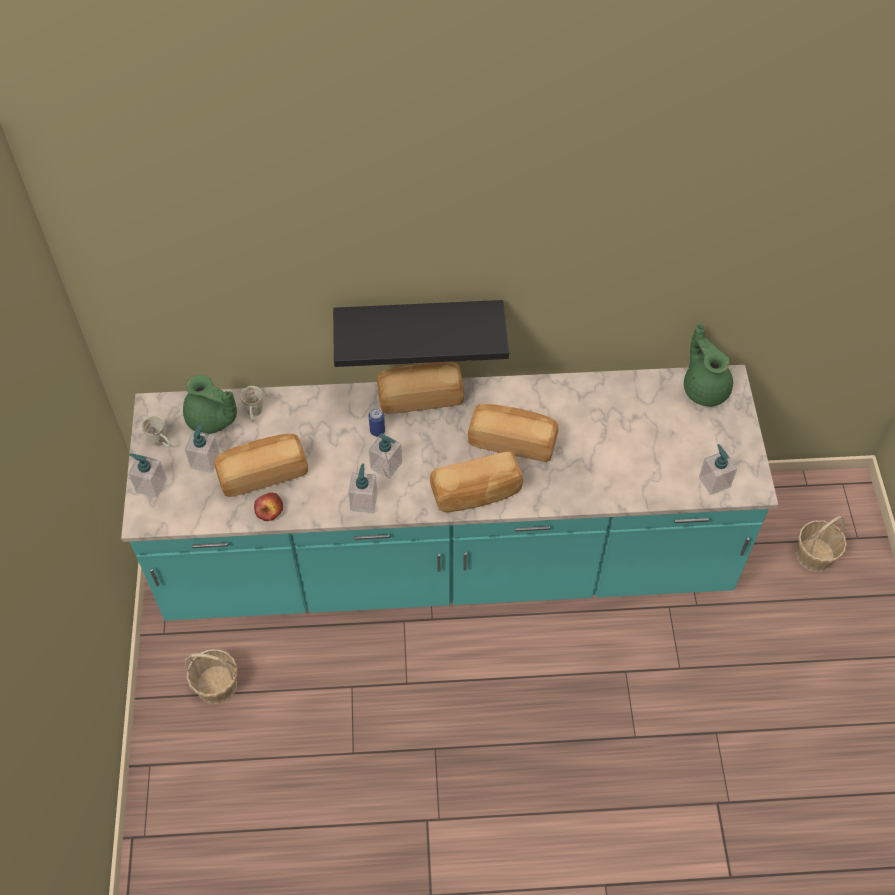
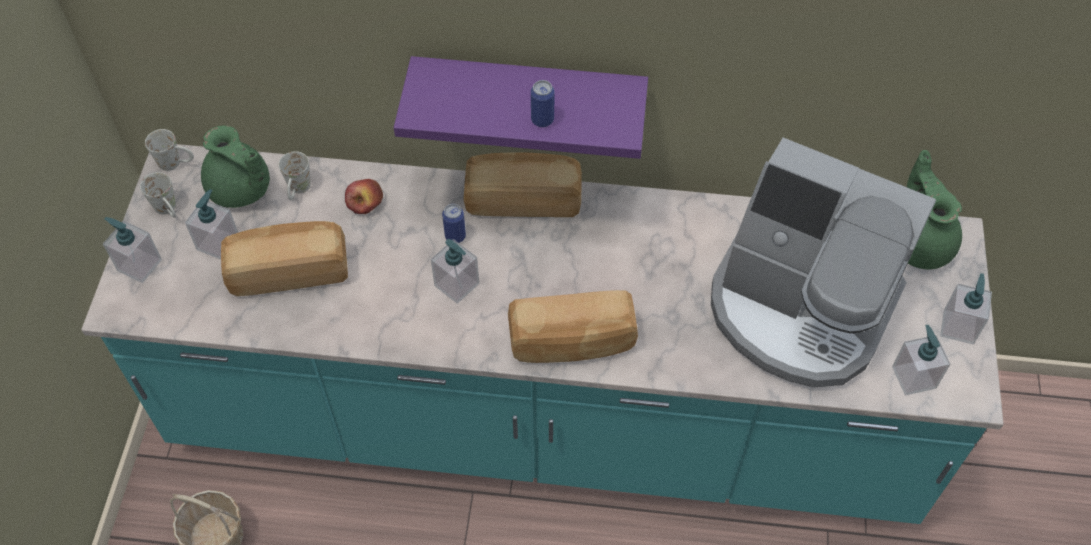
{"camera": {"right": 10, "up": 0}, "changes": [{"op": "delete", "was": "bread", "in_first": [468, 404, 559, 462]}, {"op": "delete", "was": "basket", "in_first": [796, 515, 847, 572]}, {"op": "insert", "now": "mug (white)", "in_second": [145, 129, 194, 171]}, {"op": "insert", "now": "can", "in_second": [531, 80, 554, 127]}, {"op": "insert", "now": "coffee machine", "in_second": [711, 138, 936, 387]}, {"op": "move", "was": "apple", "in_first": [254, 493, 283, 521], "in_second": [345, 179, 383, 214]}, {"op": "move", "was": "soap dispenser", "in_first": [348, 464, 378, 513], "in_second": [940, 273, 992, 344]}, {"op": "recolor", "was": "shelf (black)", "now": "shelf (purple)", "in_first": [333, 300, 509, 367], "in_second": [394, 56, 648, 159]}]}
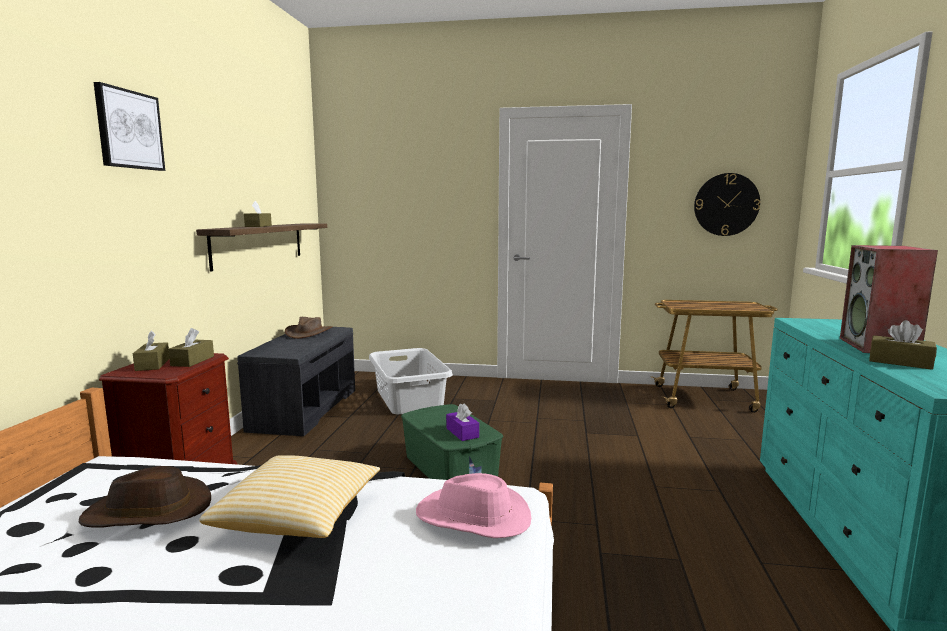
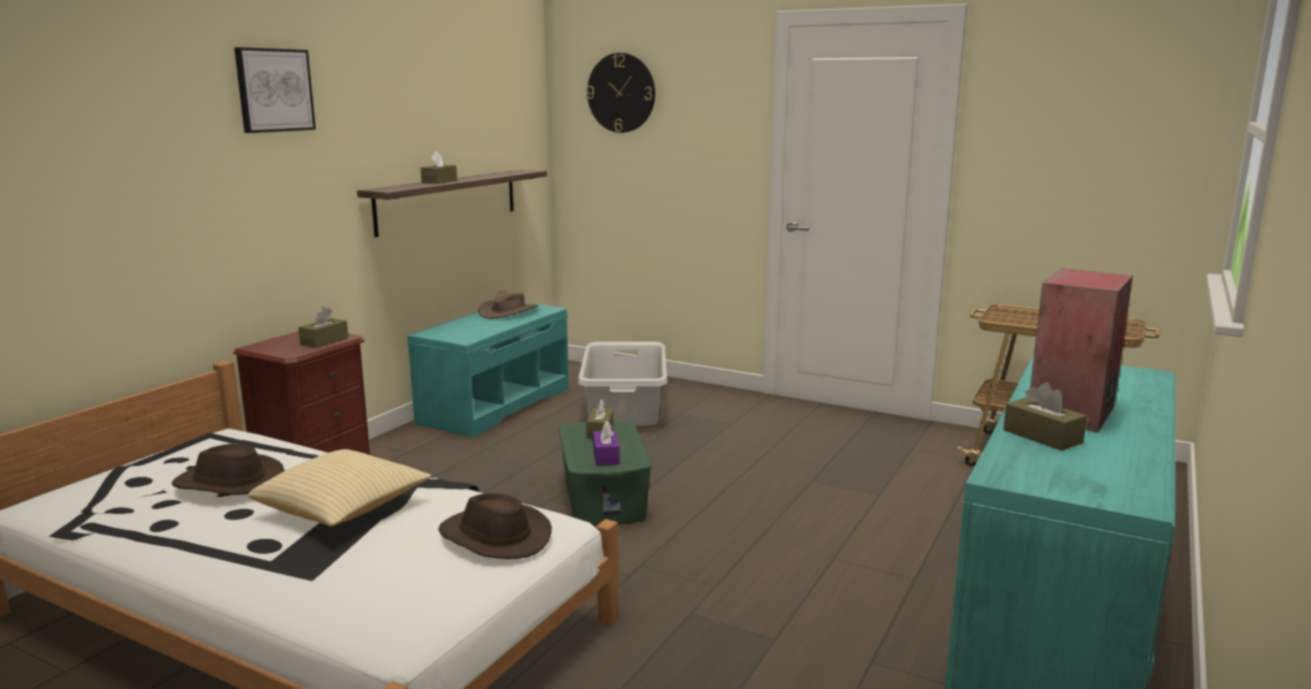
{"camera": {"right": 20, "up": 5}, "changes": [{"op": "move", "was": "tissue box (brown)", "in_first": [133, 331, 169, 371], "in_second": [586, 398, 614, 439]}, {"op": "move", "was": "wall clock", "in_first": [694, 173, 760, 236], "in_second": [586, 53, 655, 133]}, {"op": "recolor", "was": "bench (grey)", "now": "bench (turquoise)", "in_first": [237, 327, 355, 436], "in_second": [408, 302, 569, 437]}, {"op": "recolor", "was": "hat (pink)", "now": "hat (brown)", "in_first": [416, 473, 531, 538], "in_second": [439, 493, 552, 559]}]}
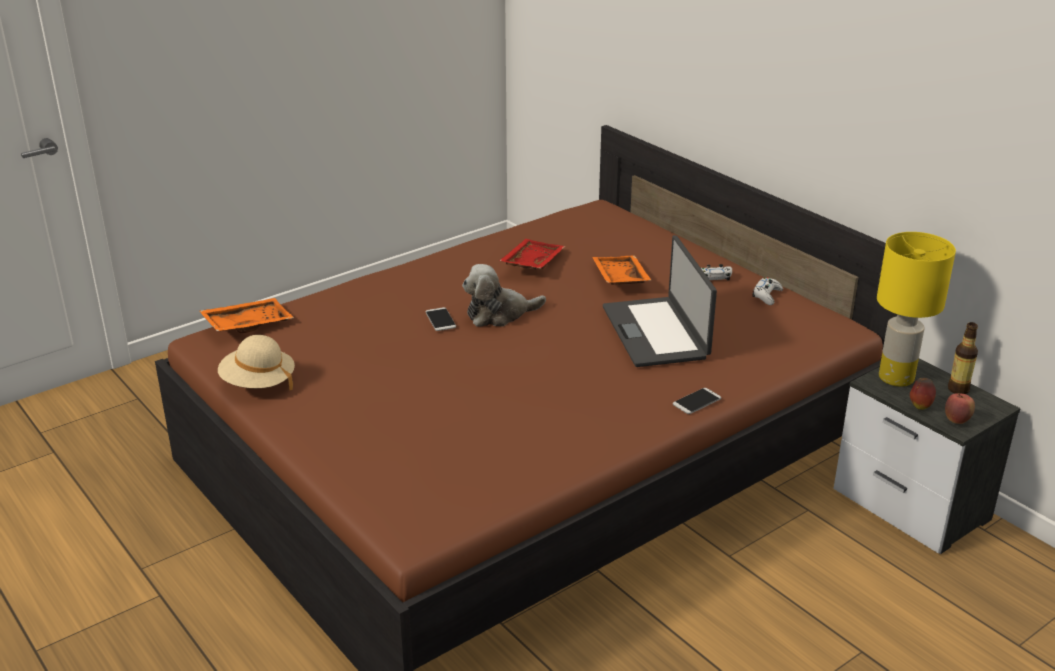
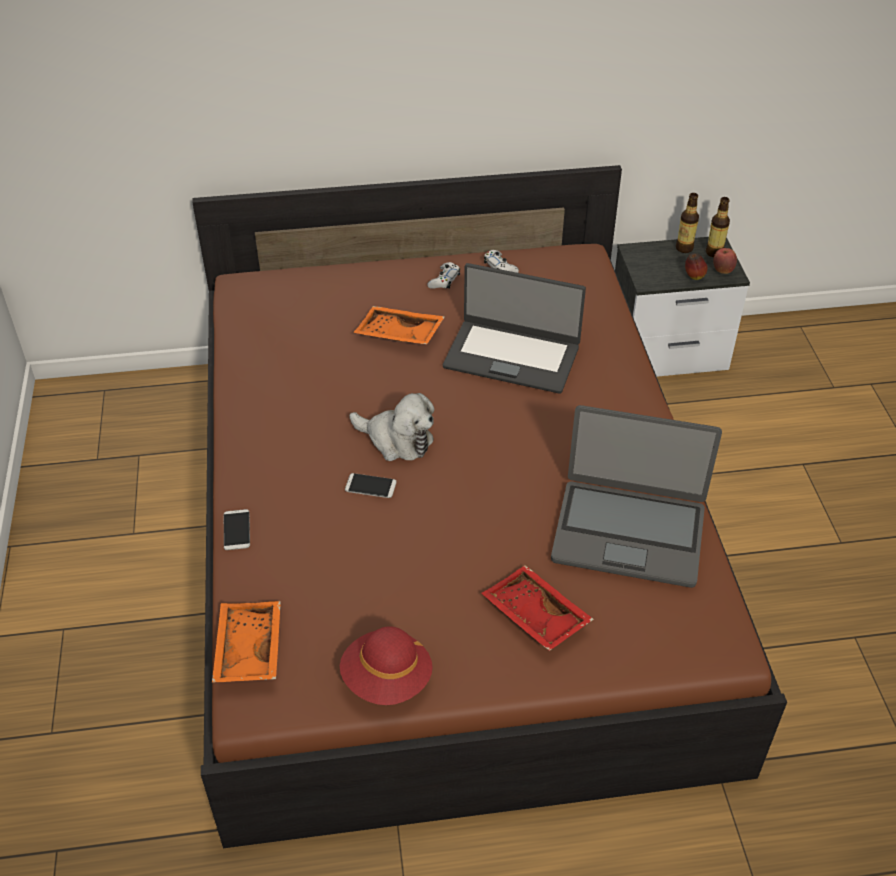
{"camera": {"right": -60, "up": 15}, "changes": [{"op": "delete", "was": "table lamp (yellow)", "in_first": [877, 232, 956, 386]}, {"op": "insert", "now": "laptop", "in_second": [551, 405, 722, 588]}, {"op": "insert", "now": "bottle", "in_second": [706, 197, 730, 257]}, {"op": "move", "was": "tray (red)", "in_first": [499, 239, 565, 270], "in_second": [481, 565, 594, 651]}, {"op": "move", "was": "phone", "in_first": [673, 388, 721, 414], "in_second": [224, 509, 250, 550]}, {"op": "recolor", "was": "hat (beige)", "now": "hat (red)", "in_first": [218, 335, 295, 390], "in_second": [340, 626, 433, 705]}, {"op": "rotate", "was": "plush toy", "in_first": [462, 264, 546, 327], "in_second": [349, 393, 434, 461], "clockwise": -75}]}
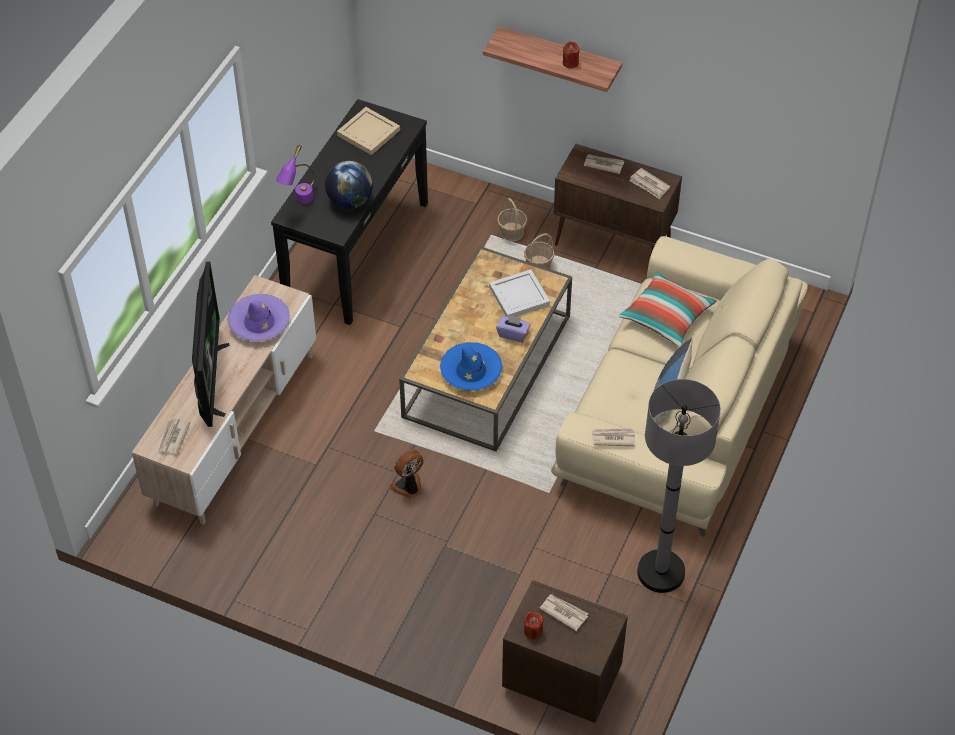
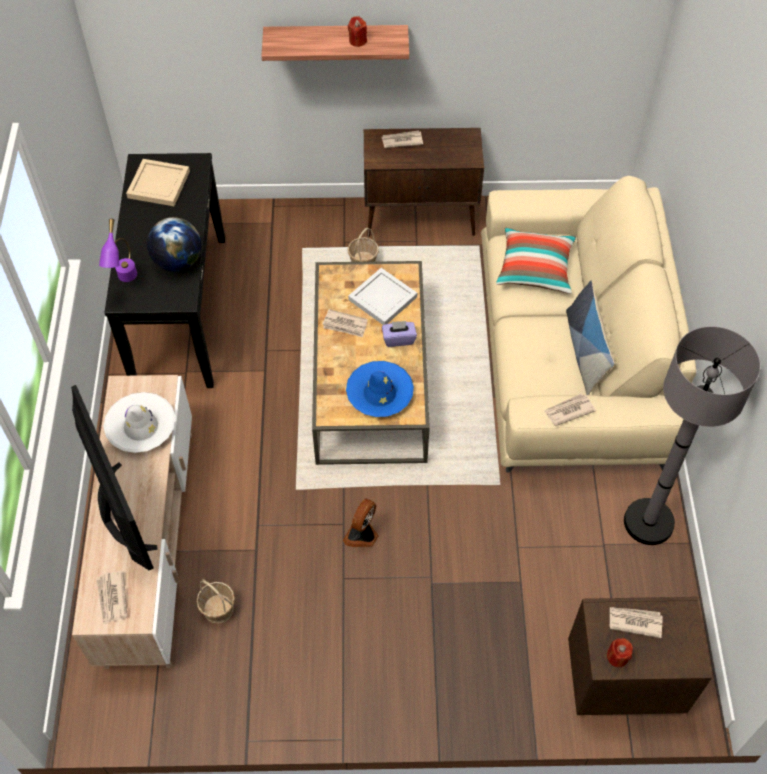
{"camera": {"right": -25, "up": 5}, "changes": [{"op": "move", "was": "basket", "in_first": [497, 198, 527, 242], "in_second": [196, 579, 235, 624]}, {"op": "move", "was": "newspaper", "in_first": [629, 168, 670, 199], "in_second": [322, 309, 368, 337]}, {"op": "recolor", "was": "hat (purple)", "now": "hat (white)", "in_first": [227, 294, 290, 341], "in_second": [104, 392, 175, 453]}]}
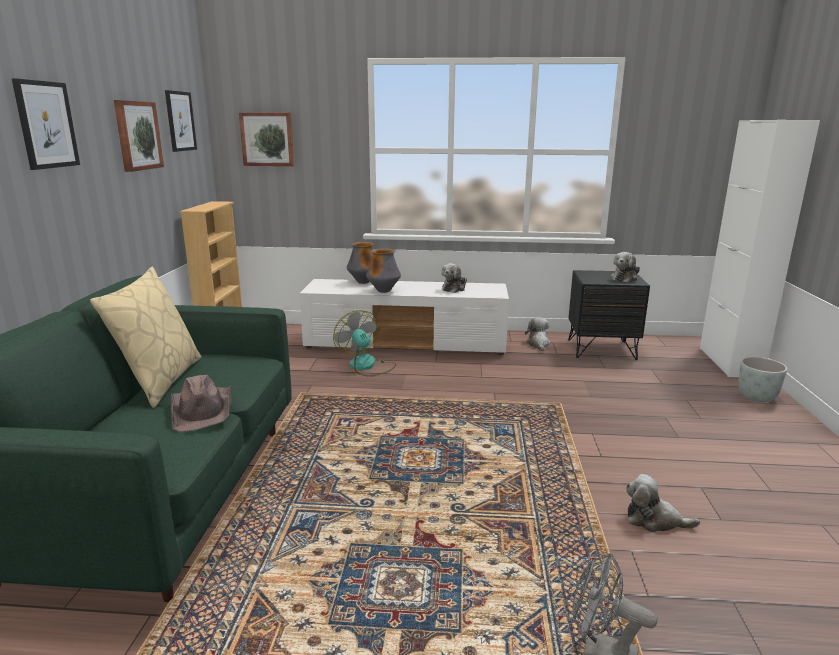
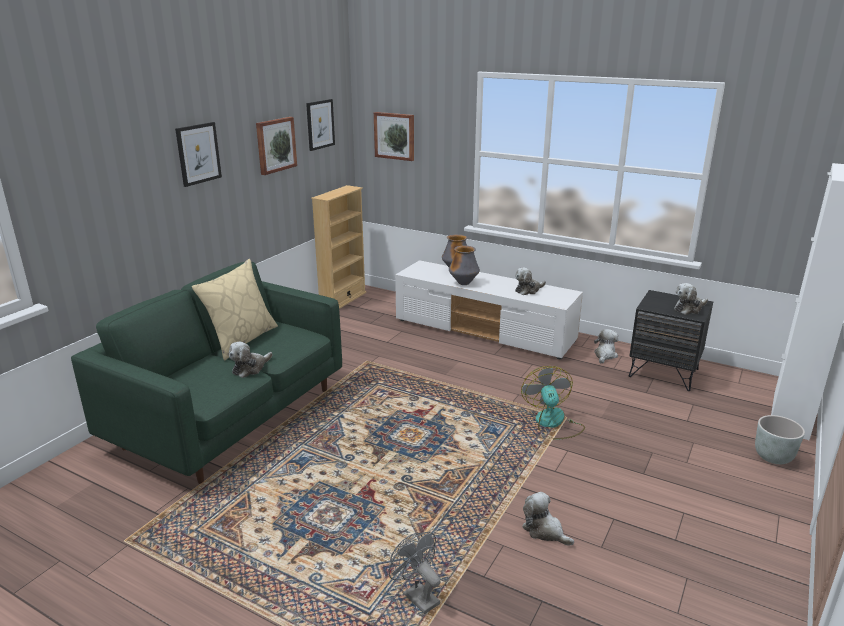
{"camera": {"right": 25, "up": 5}, "changes": [{"op": "move", "was": "fan", "in_first": [333, 310, 396, 377], "in_second": [521, 366, 585, 440]}, {"op": "replace", "was": "hat (brown)", "now": "plush toy", "in_first": [171, 375, 232, 432], "in_second": [229, 341, 273, 378]}]}
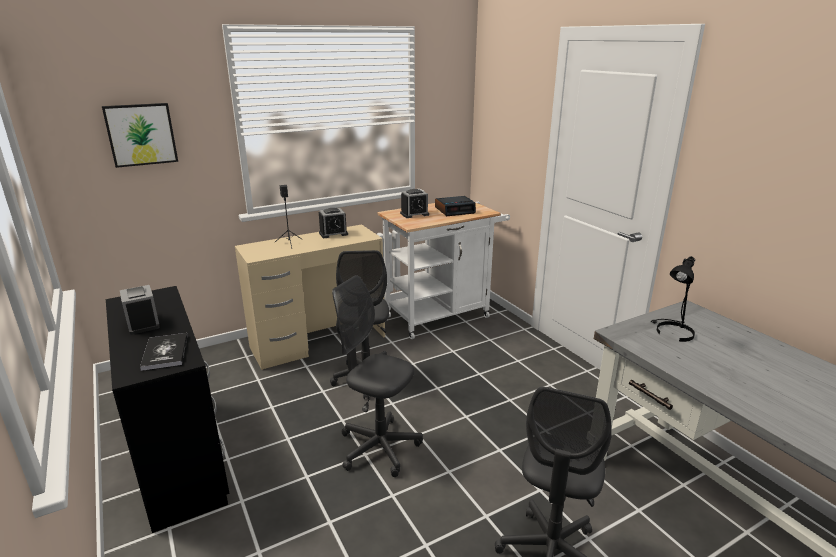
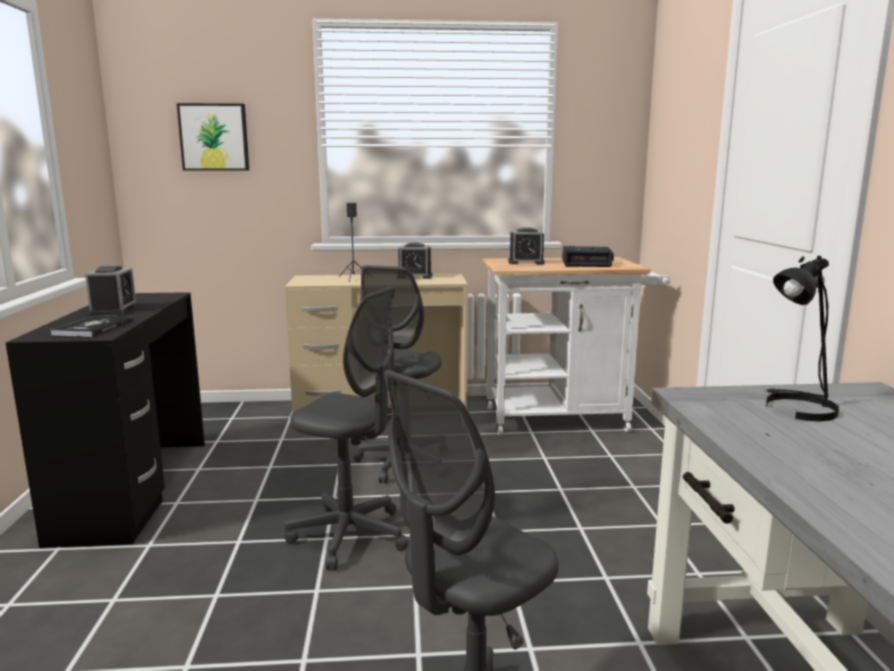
{"camera": {"right": 25, "up": -10}, "changes": [{"op": "rotate", "was": "office chair (grey)", "in_first": [332, 275, 423, 477], "in_second": [285, 286, 408, 571], "clockwise": 150}]}
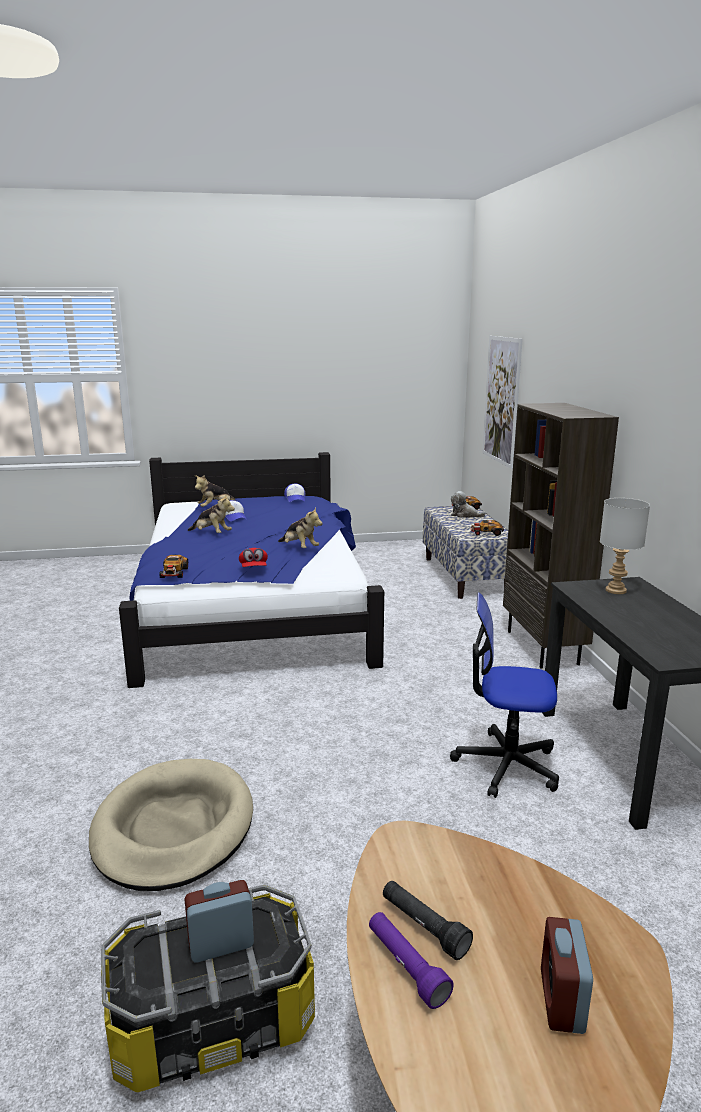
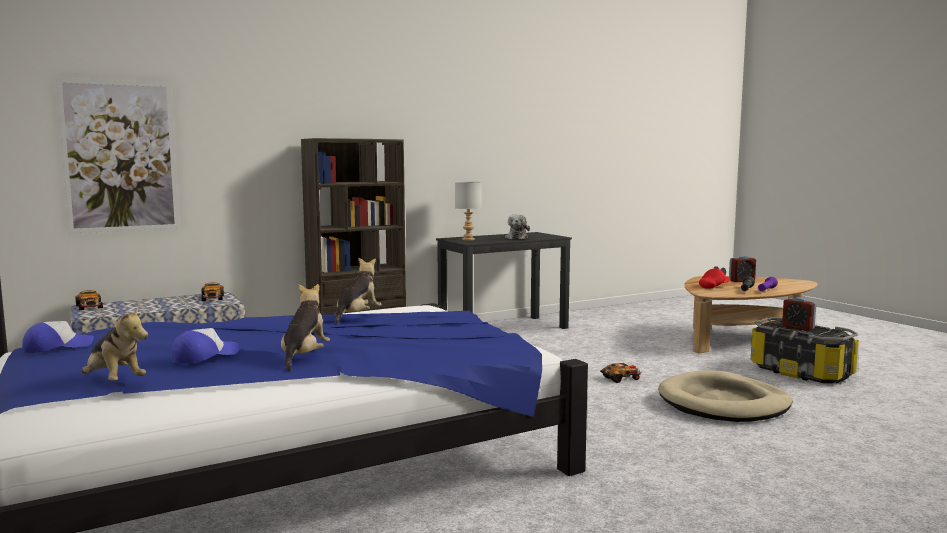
{"camera": {"right": -110, "up": -10}, "changes": [{"op": "delete", "was": "office chair", "in_first": [450, 593, 559, 798]}, {"op": "move", "was": "toy car", "in_first": [159, 555, 188, 578], "in_second": [600, 363, 641, 383]}, {"op": "move", "was": "cap (red)", "in_first": [239, 548, 268, 567], "in_second": [699, 266, 730, 289]}, {"op": "move", "was": "plush toy", "in_first": [451, 491, 486, 518], "in_second": [505, 214, 530, 240]}]}
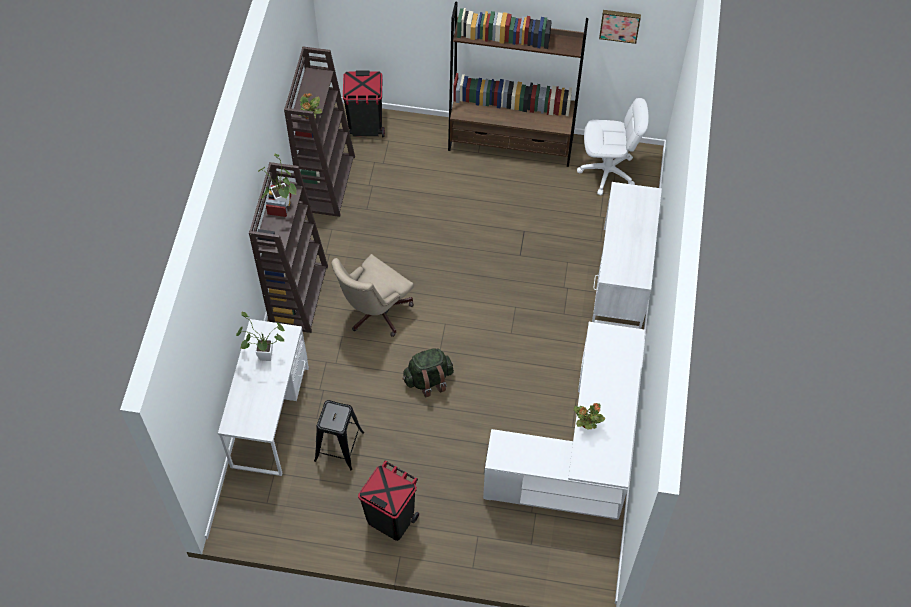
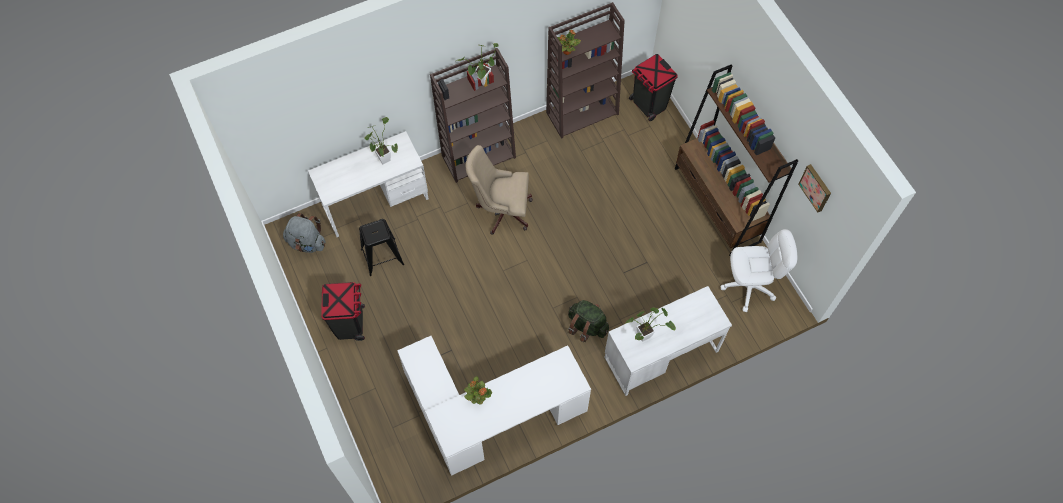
{"camera": {"right": 55, "up": 5}, "changes": [{"op": "insert", "now": "backpack (grey)", "in_second": [283, 213, 325, 253]}, {"op": "insert", "now": "potted plant", "in_second": [626, 307, 676, 342]}, {"op": "move", "was": "backpack (green)", "in_first": [402, 348, 454, 398], "in_second": [568, 300, 609, 342]}, {"op": "rotate", "was": "office chair (white)", "in_first": [577, 98, 649, 195], "in_second": [720, 229, 797, 312], "clockwise": -60}]}
